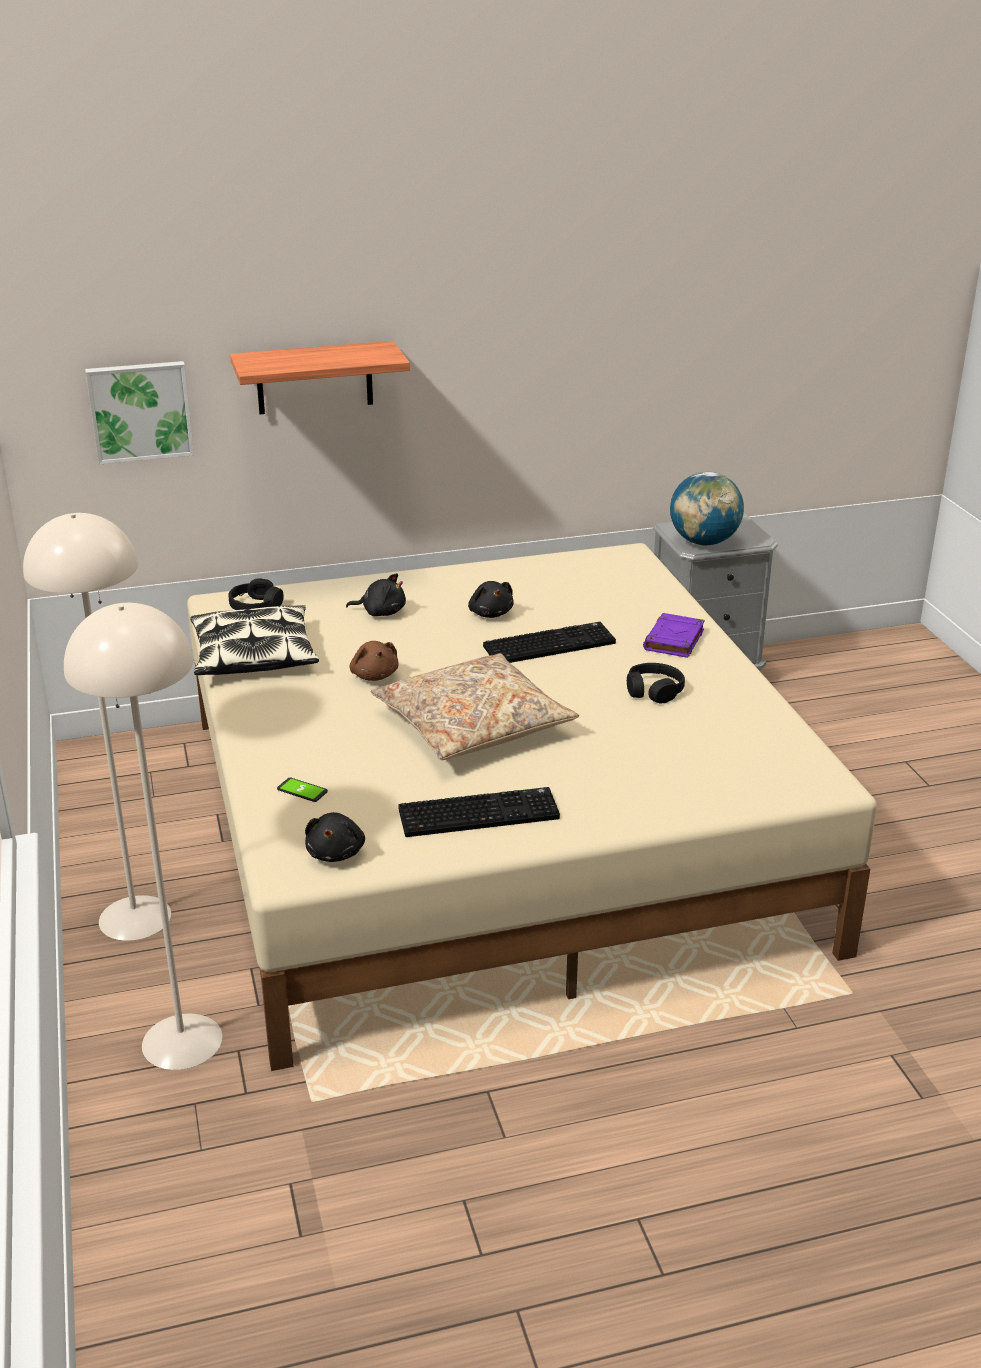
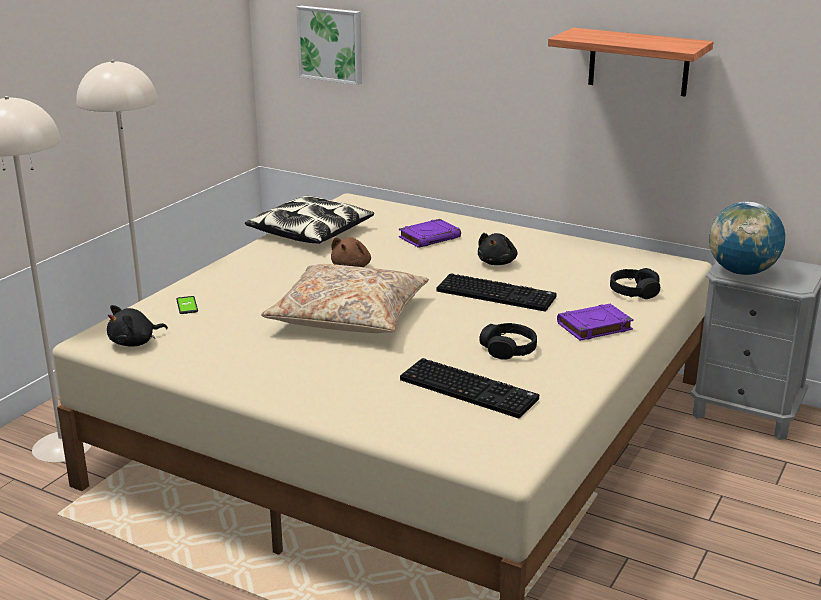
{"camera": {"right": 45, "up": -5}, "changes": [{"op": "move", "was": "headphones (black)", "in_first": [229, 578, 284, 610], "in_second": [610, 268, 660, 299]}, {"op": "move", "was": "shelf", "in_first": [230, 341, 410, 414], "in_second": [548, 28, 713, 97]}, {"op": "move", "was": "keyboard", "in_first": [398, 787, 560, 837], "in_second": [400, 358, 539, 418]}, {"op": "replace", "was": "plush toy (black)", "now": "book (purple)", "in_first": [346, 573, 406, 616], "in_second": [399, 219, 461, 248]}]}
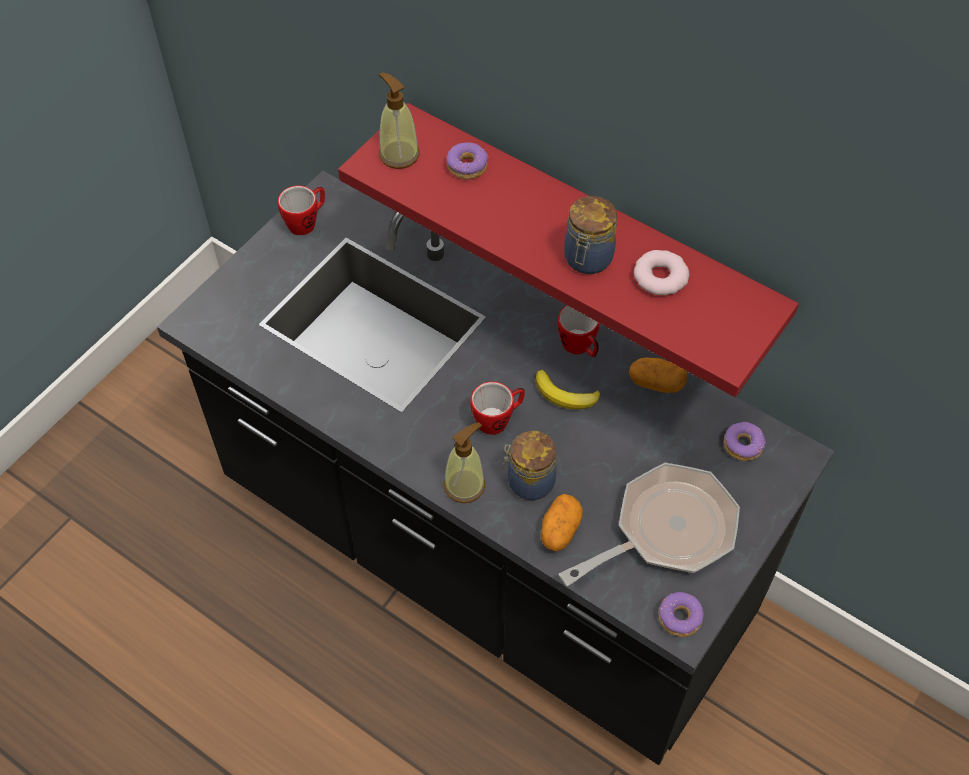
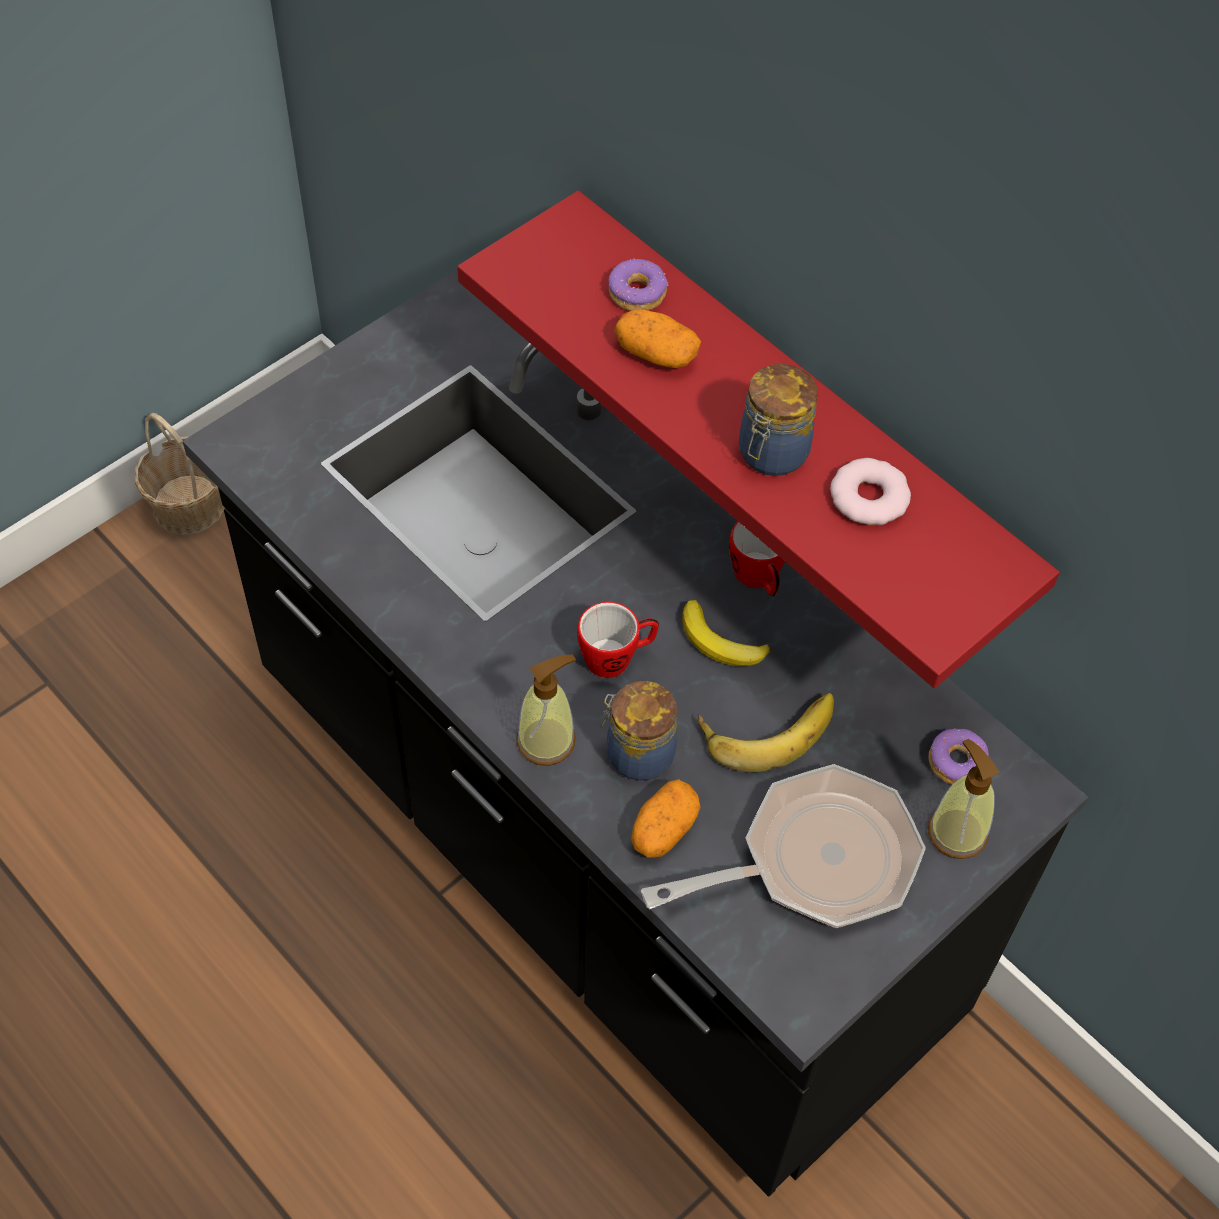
{"camera": {"right": 10, "up": 0}, "changes": [{"op": "delete", "was": "mug", "in_first": [278, 185, 325, 235]}, {"op": "delete", "was": "donut", "in_first": [659, 592, 704, 637]}, {"op": "insert", "now": "basket", "in_second": [135, 413, 224, 535]}, {"op": "insert", "now": "banana", "in_second": [698, 693, 834, 772]}, {"op": "move", "was": "soap dispenser", "in_first": [379, 72, 420, 169], "in_second": [928, 739, 1000, 859]}, {"op": "move", "was": "potato", "in_first": [629, 357, 687, 393], "in_second": [614, 309, 701, 368]}]}
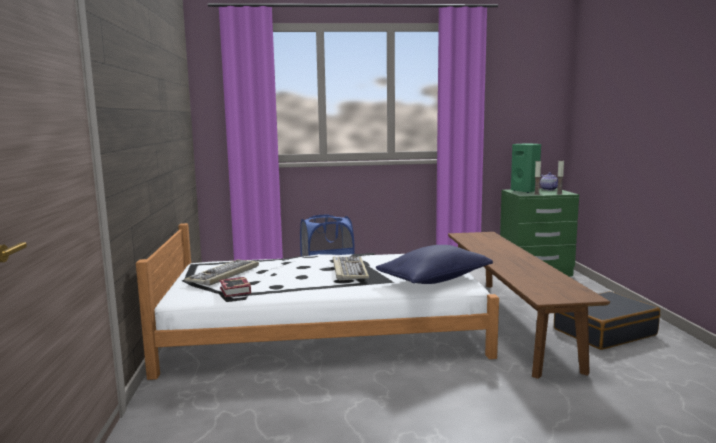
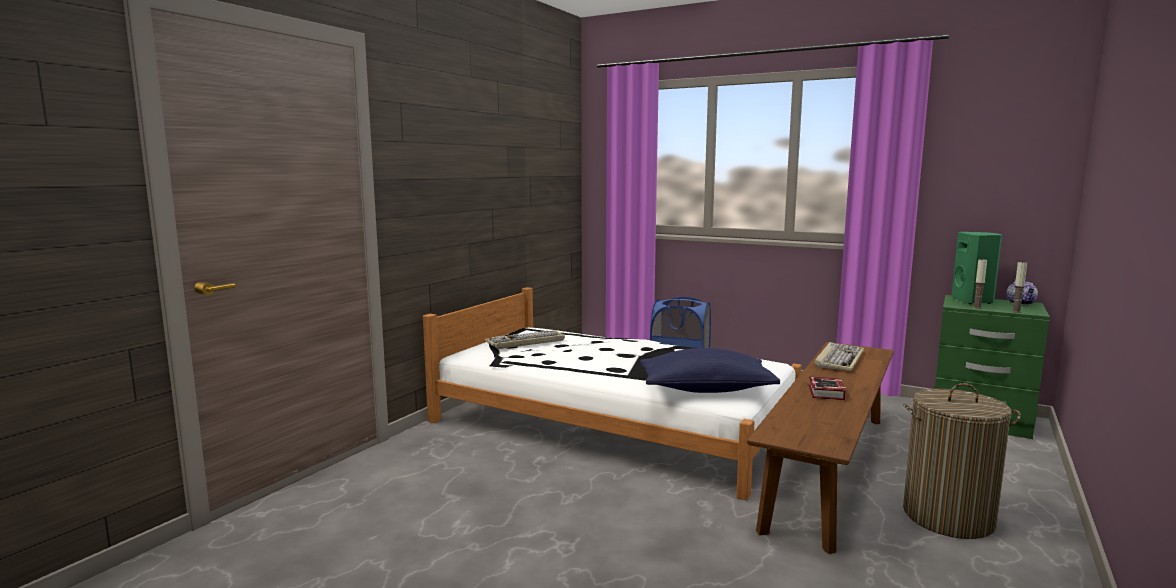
{"camera": {"right": 35, "up": 0}, "changes": [{"op": "move", "was": "book", "in_first": [219, 277, 251, 297], "in_second": [809, 376, 846, 400]}, {"op": "move", "was": "keyboard", "in_first": [333, 256, 369, 281], "in_second": [814, 342, 864, 371]}, {"op": "replace", "was": "suitcase (black)", "now": "laundry basket", "in_first": [554, 291, 660, 350], "in_second": [903, 383, 1021, 539]}]}
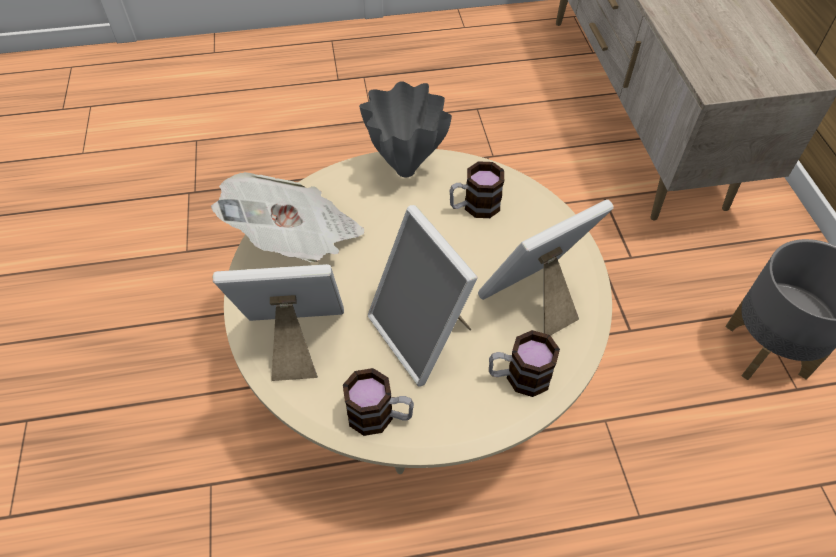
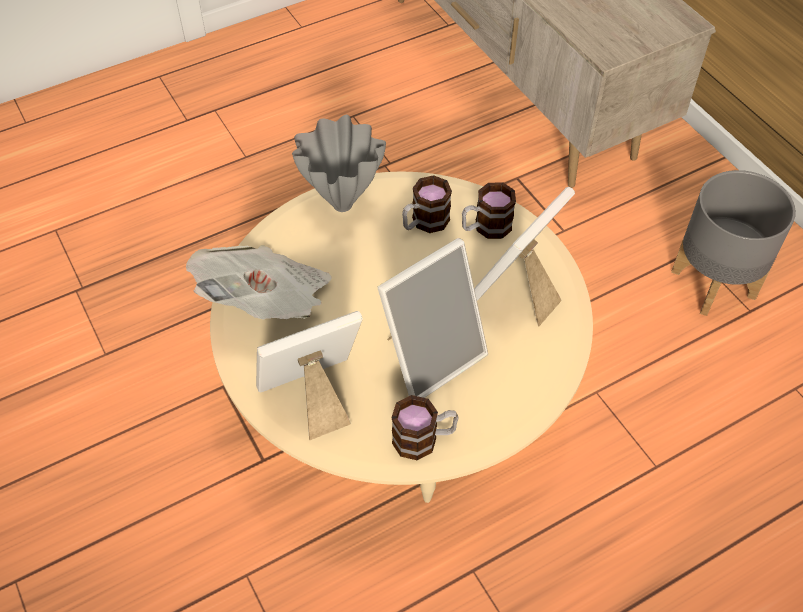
{"camera": {"right": -20, "up": 0}, "changes": [{"op": "move", "was": "mug", "in_first": [489, 330, 560, 397], "in_second": [462, 183, 516, 239]}, {"op": "rotate", "was": "picture frame", "in_first": [368, 205, 478, 387], "in_second": [377, 238, 488, 398], "clockwise": -75}]}
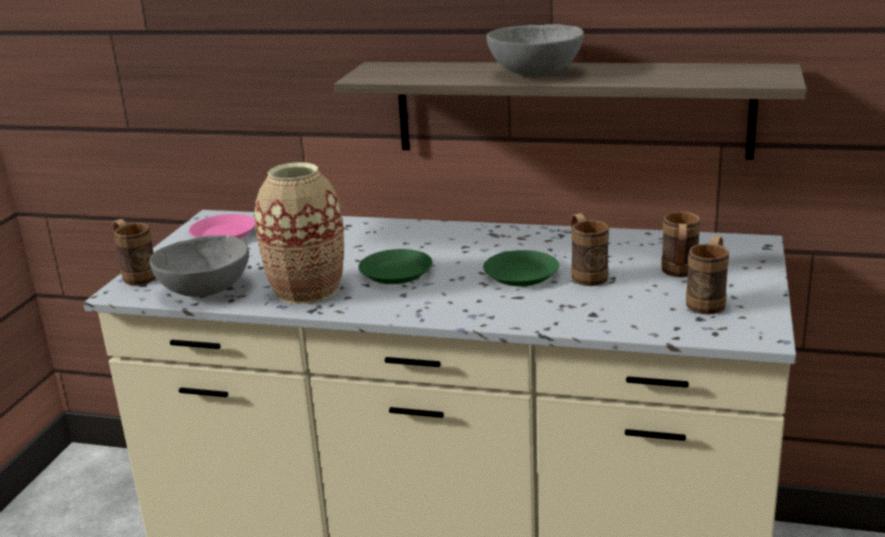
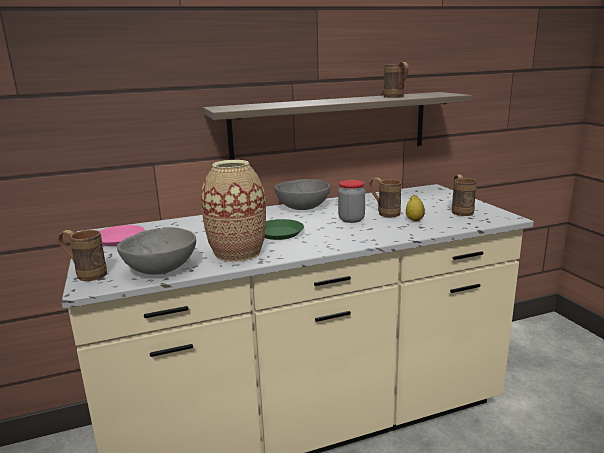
{"camera": {"right": -35, "up": -5}, "changes": [{"op": "insert", "now": "lemon", "in_second": [406, 195, 425, 222]}, {"op": "move", "was": "bowl (grey)", "in_first": [486, 24, 584, 76], "in_second": [275, 179, 330, 210]}, {"op": "move", "was": "mug (brown)", "in_first": [661, 212, 700, 277], "in_second": [384, 62, 409, 98]}, {"op": "replace", "was": "plate (green)", "now": "jar", "in_first": [483, 250, 559, 286], "in_second": [338, 180, 365, 223]}]}
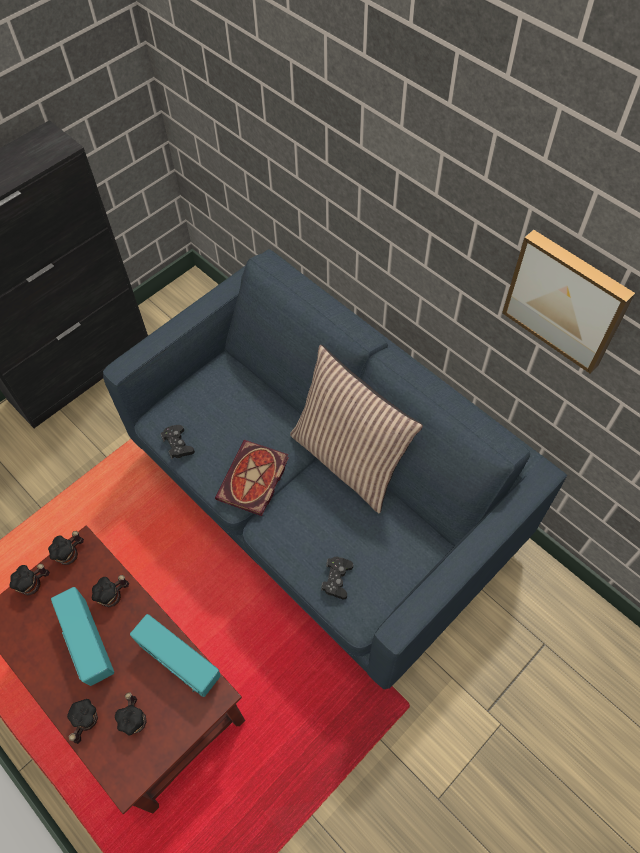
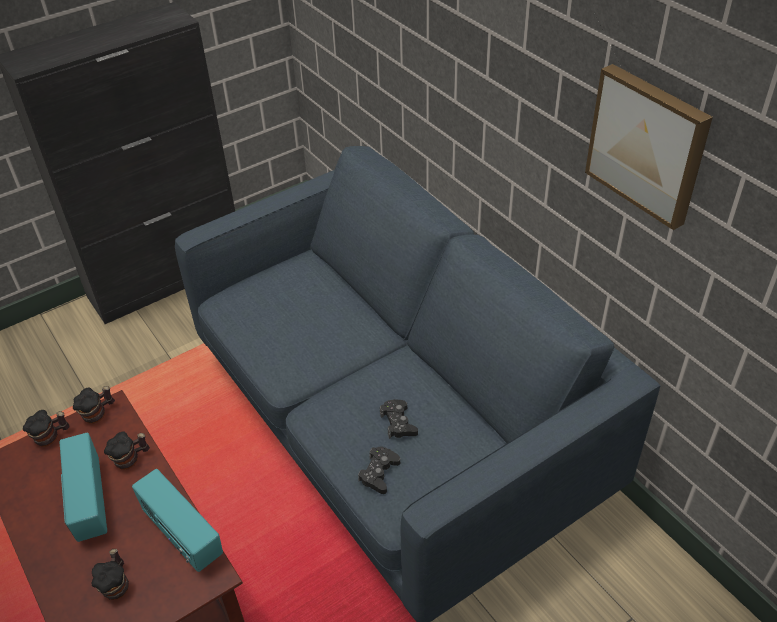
{"camera": {"right": 10, "up": -15}, "changes": [{"op": "delete", "was": "mug", "in_first": [67, 699, 98, 744]}, {"op": "delete", "was": "book", "in_first": [215, 440, 289, 516]}, {"op": "delete", "was": "pillow", "in_first": [290, 345, 423, 514]}, {"op": "move", "was": "game controller (black)", "in_first": [161, 425, 195, 459], "in_second": [380, 399, 418, 439]}]}
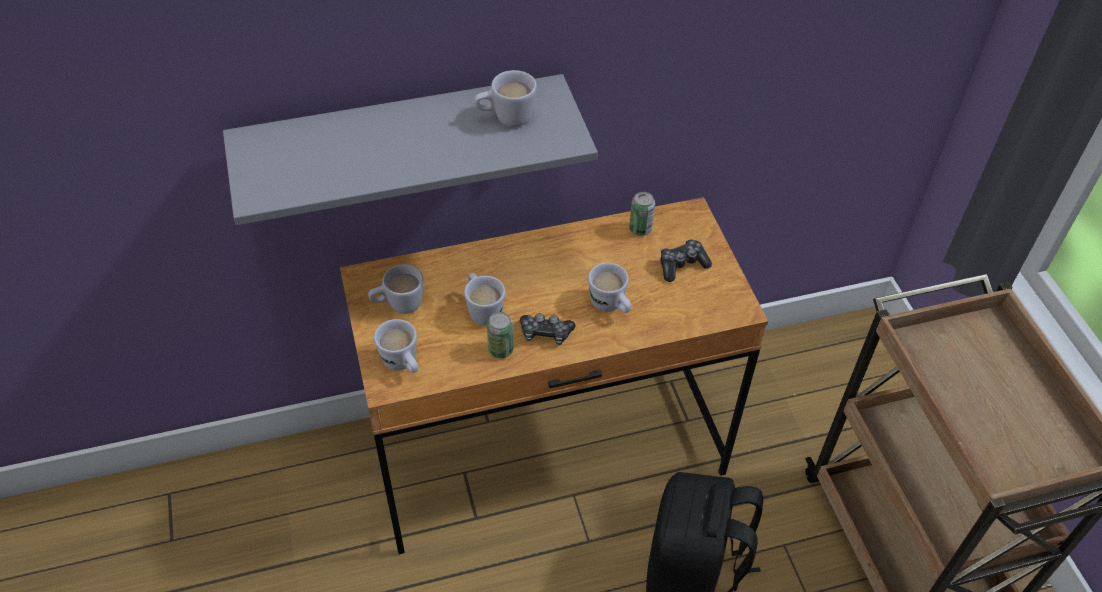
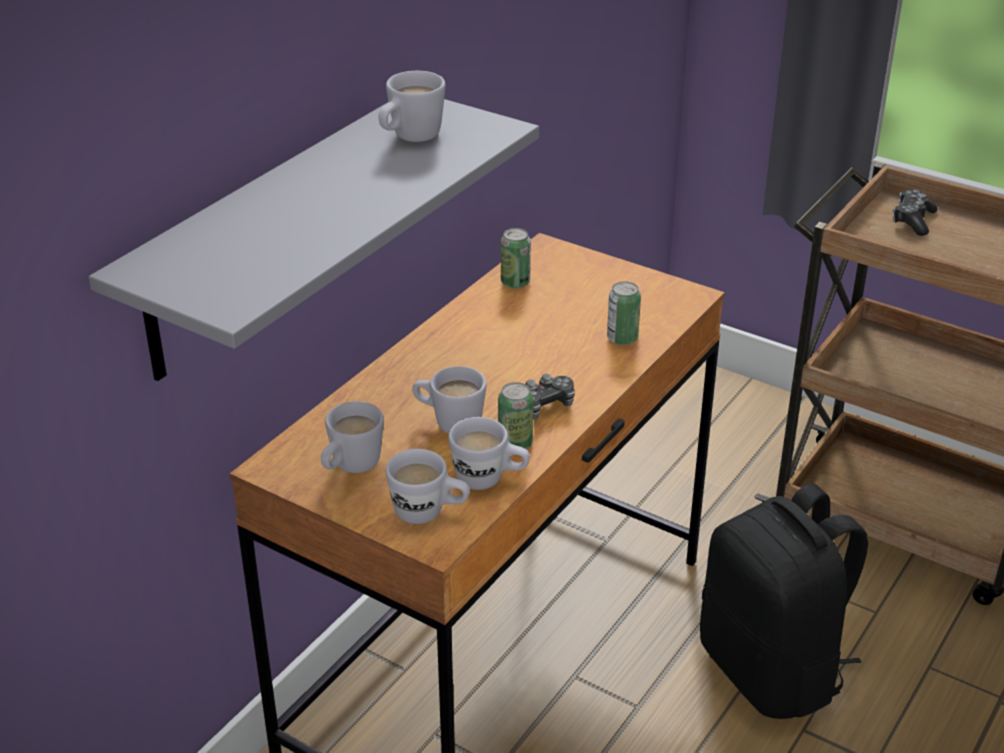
{"camera": {"right": -40, "up": -15}, "changes": [{"op": "insert", "now": "can", "in_second": [607, 281, 641, 345]}, {"op": "move", "was": "mug (white)", "in_first": [588, 263, 632, 313], "in_second": [448, 417, 530, 490]}, {"op": "move", "was": "game controller", "in_first": [661, 239, 712, 282], "in_second": [893, 189, 938, 236]}]}
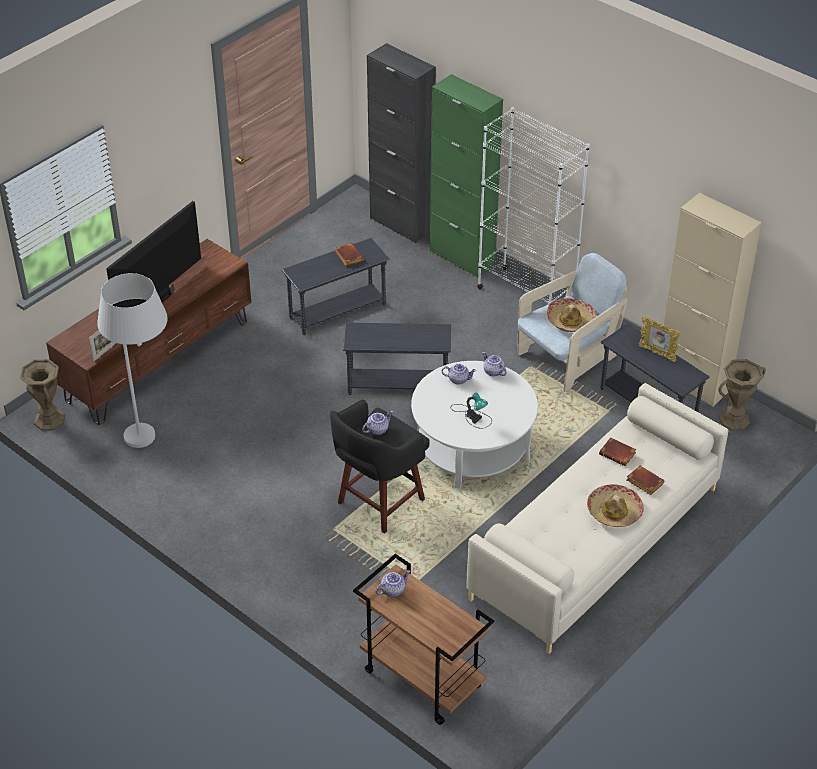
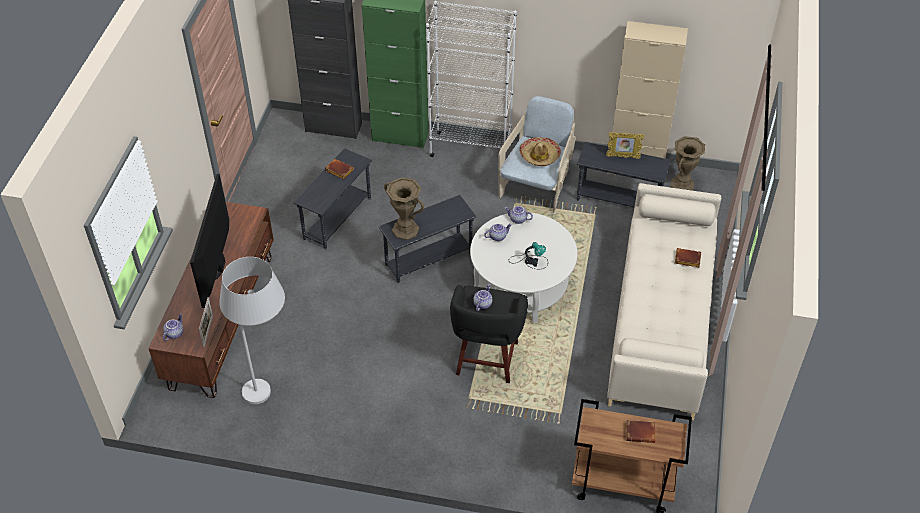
{"camera": {"right": -30, "up": 5}, "changes": [{"op": "delete", "was": "hat", "in_first": [587, 484, 644, 527]}, {"op": "move", "was": "vase (brown)", "in_first": [20, 359, 65, 431], "in_second": [384, 177, 424, 240]}, {"op": "move", "was": "teapot", "in_first": [376, 570, 410, 597], "in_second": [163, 314, 183, 341]}, {"op": "move", "was": "book (brown)", "in_first": [599, 437, 636, 466], "in_second": [626, 420, 655, 443]}]}
